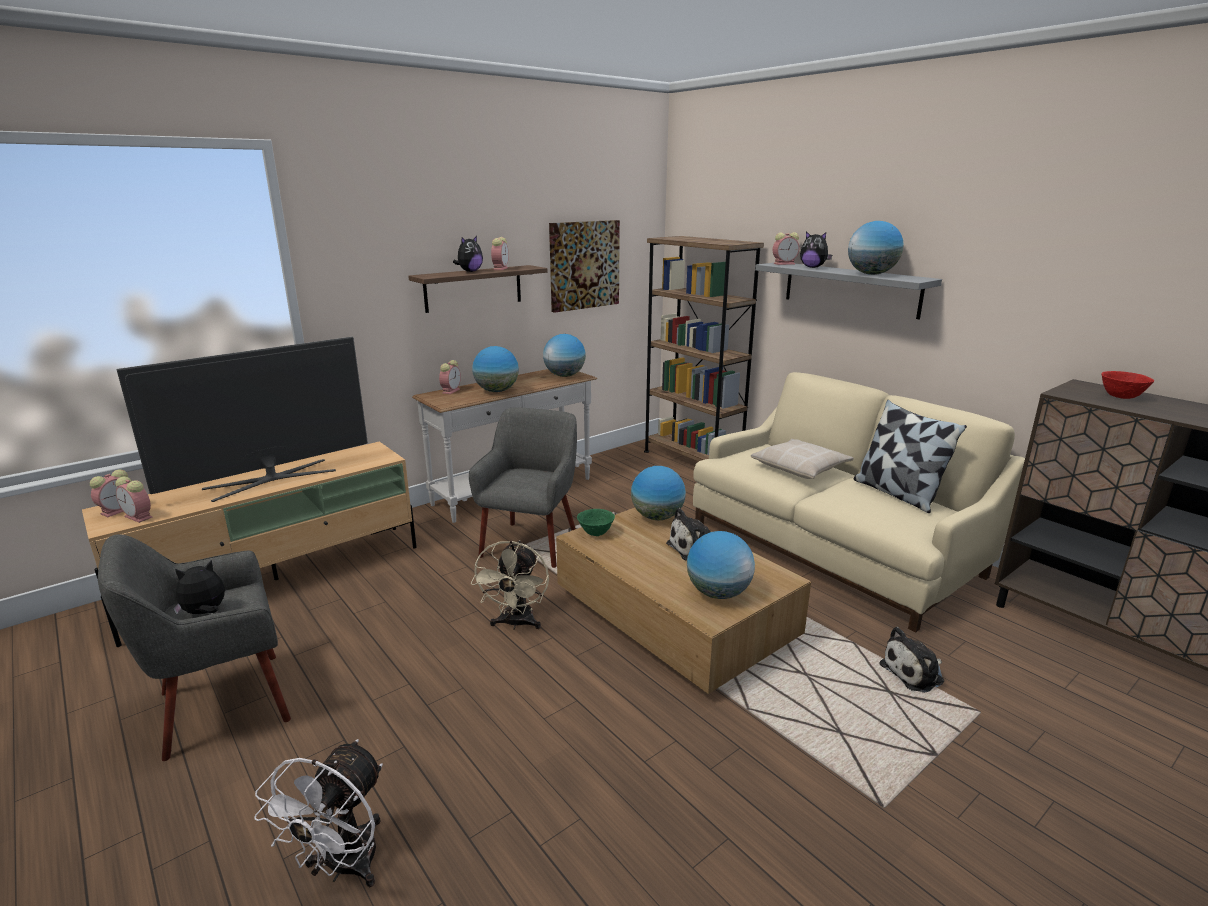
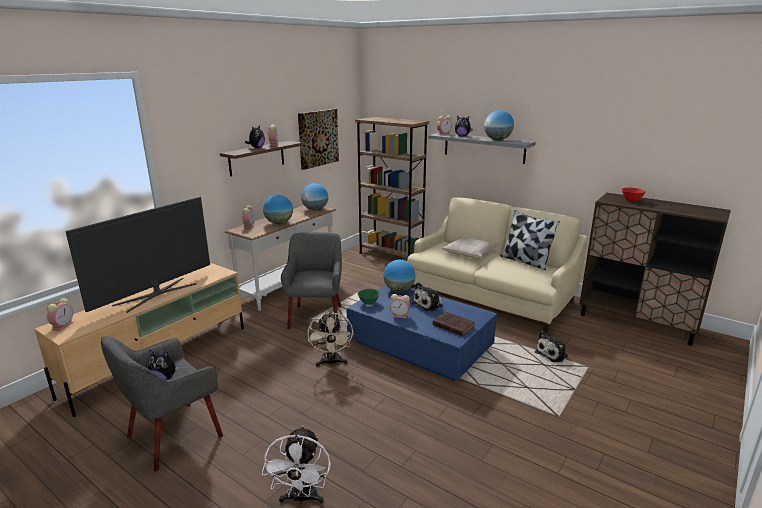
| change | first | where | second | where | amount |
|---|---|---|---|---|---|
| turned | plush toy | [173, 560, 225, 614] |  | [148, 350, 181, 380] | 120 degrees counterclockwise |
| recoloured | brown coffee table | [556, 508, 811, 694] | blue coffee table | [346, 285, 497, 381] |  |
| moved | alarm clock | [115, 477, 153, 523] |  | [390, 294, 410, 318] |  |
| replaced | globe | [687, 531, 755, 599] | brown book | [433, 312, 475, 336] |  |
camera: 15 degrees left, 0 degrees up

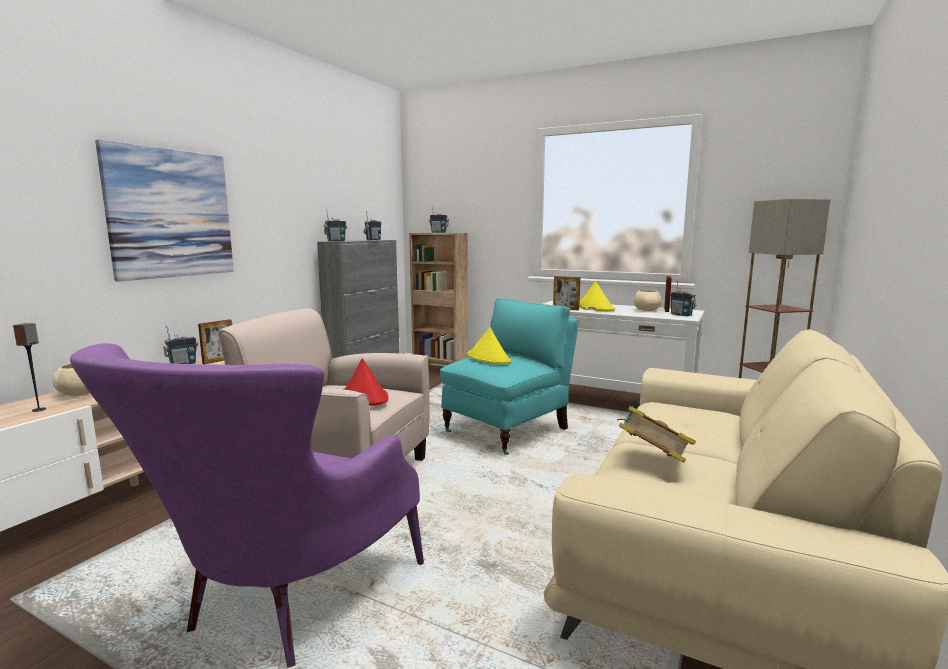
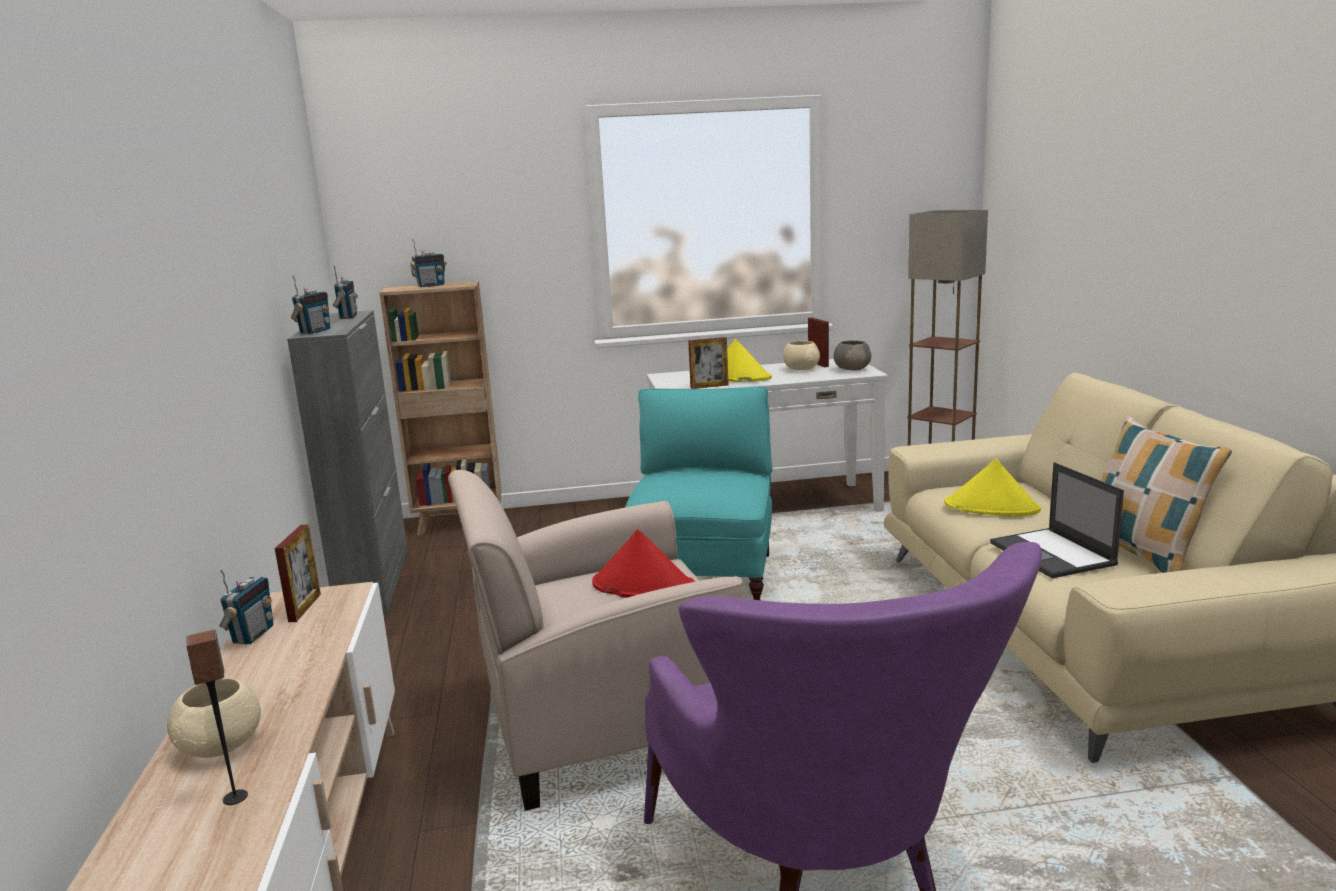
| change | first | where | second | where | amount |
|---|---|---|---|---|---|
| replaced | radio | [670, 281, 697, 316] | grey bowl | [834, 341, 871, 370] |  |
| moved | yellow hat | [467, 327, 511, 365] |  | [944, 459, 1041, 516] |  |
| replaced | book | [617, 406, 696, 462] | laptop | [990, 462, 1124, 578] |  |
| added |  |  | pillow | [1101, 416, 1232, 573] |  |
| removed | picture | [95, 139, 234, 282] |  |  |  |
camera: 35 degrees left, 5 degrees up

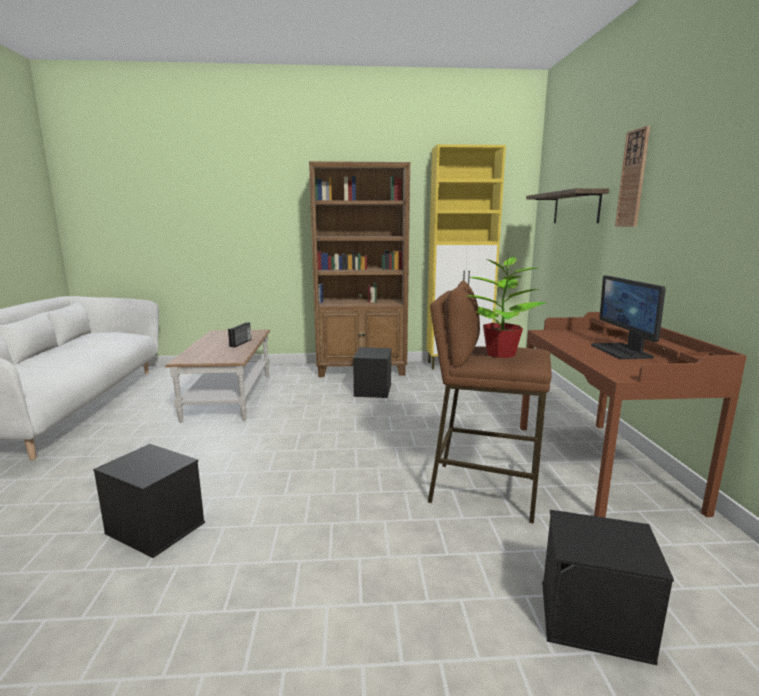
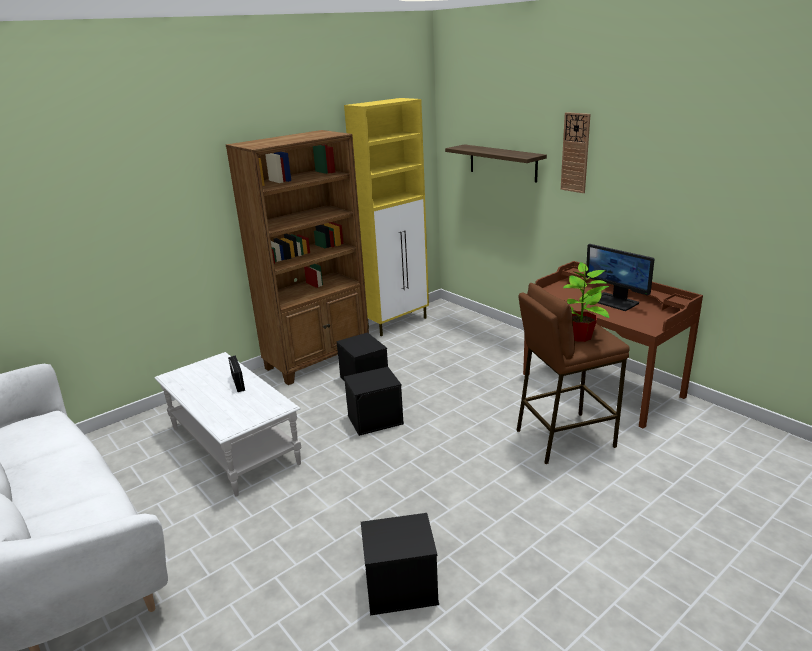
| change | first | where | second | where | amount |
|---|---|---|---|---|---|
| recoloured | brown coffee table | [165, 330, 270, 423] | white coffee table | [155, 352, 301, 496] |  |
| moved | black storage box | [542, 510, 674, 665] |  | [344, 367, 404, 436] |  |
camera: 35 degrees left, 10 degrees up

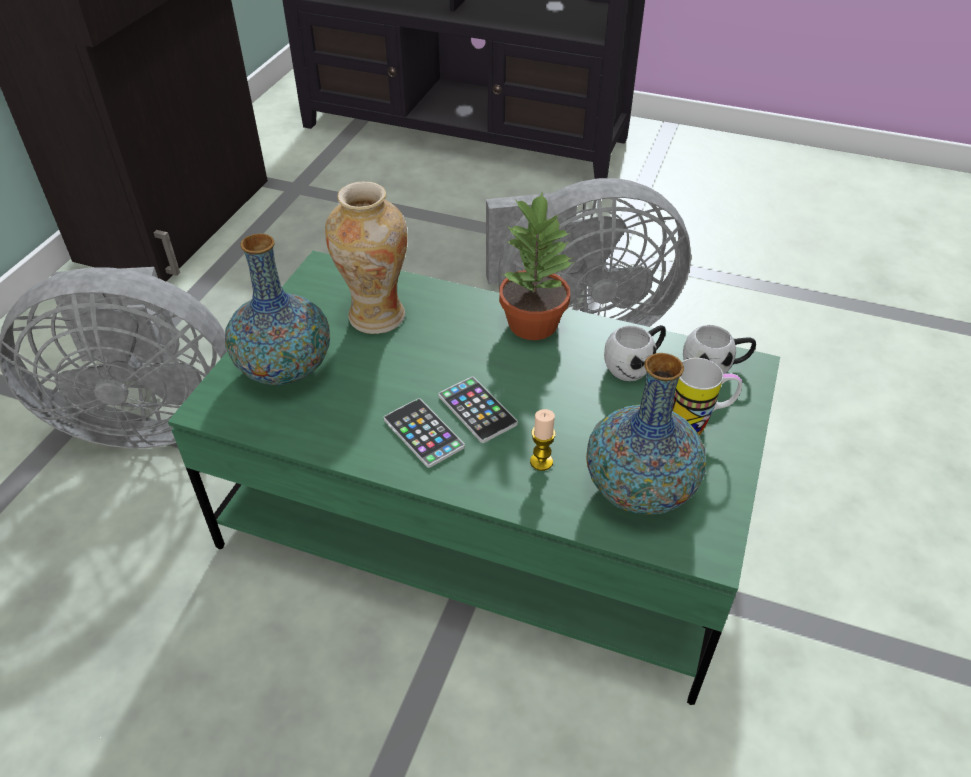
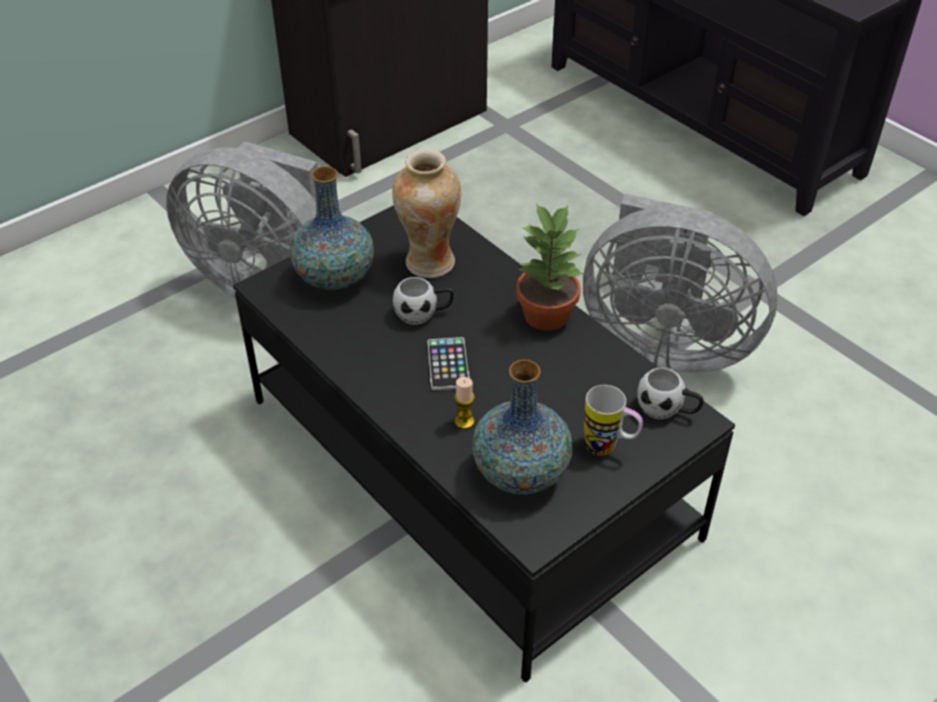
| change | first | where | second | where | amount |
|---|---|---|---|---|---|
| recoloured | green coffee table | [168, 251, 780, 705] | black coffee table | [233, 205, 735, 682] |  |
| moved | white mug | [604, 325, 666, 381] |  | [393, 277, 454, 325] |  |
| removed | phone | [384, 398, 465, 468] |  |  |  |
camera: 30 degrees right, 0 degrees up

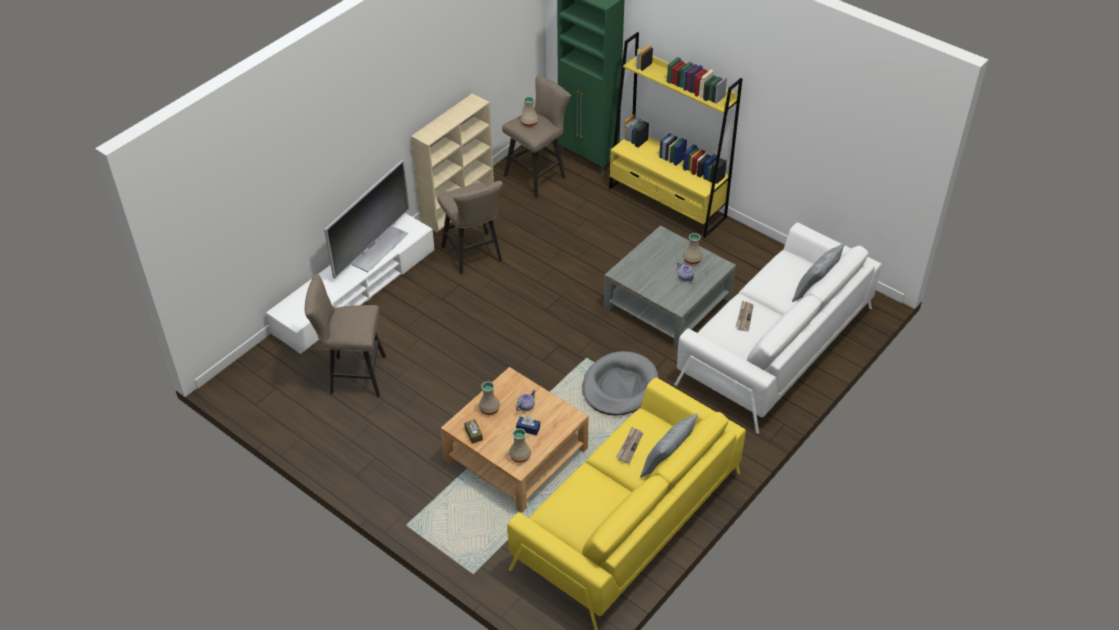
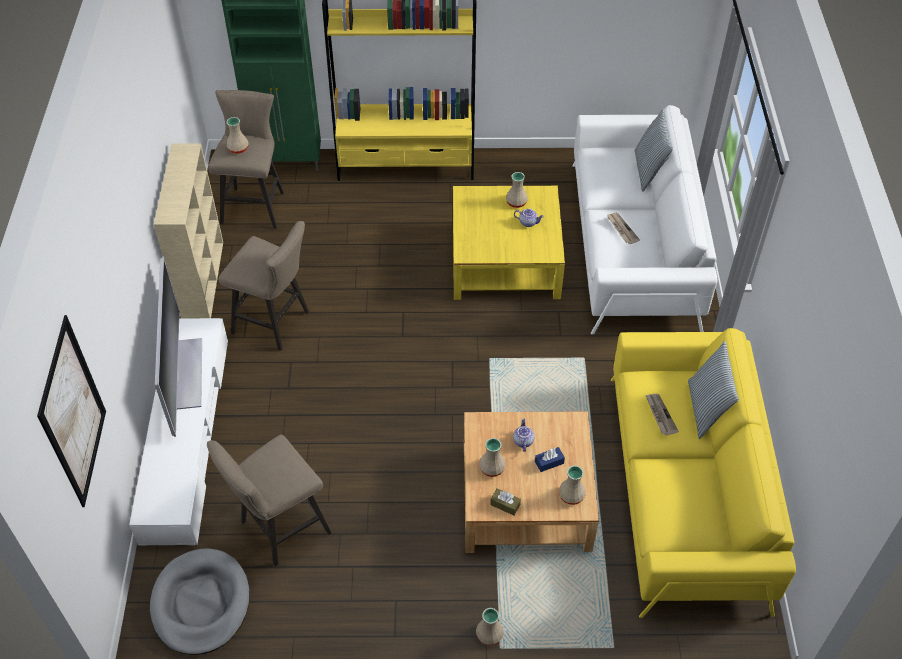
| change | first | where | second | where | amount |
|---|---|---|---|---|---|
| added |  |  | picture | [37, 315, 106, 507] |  |
| moved | grey dog bed | [582, 351, 659, 416] |  | [150, 548, 249, 655] |  |
| recoloured | grey coffee table | [604, 226, 736, 350] | yellow coffee table | [453, 186, 565, 300] |  |
| added |  |  | beige vase | [476, 608, 503, 646] |  |
camera: 40 degrees left, 5 degrees up

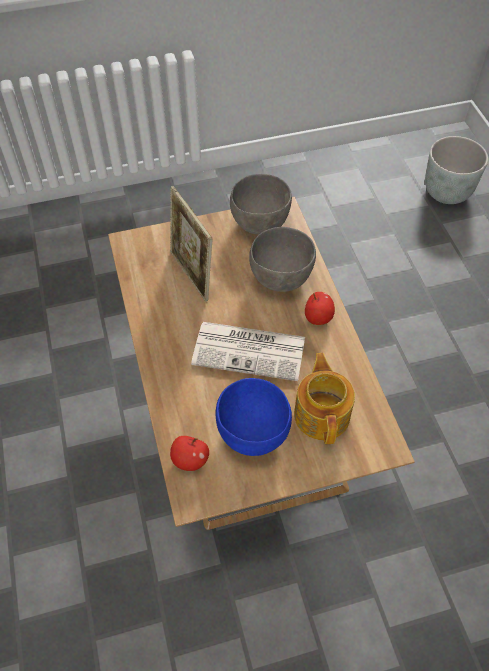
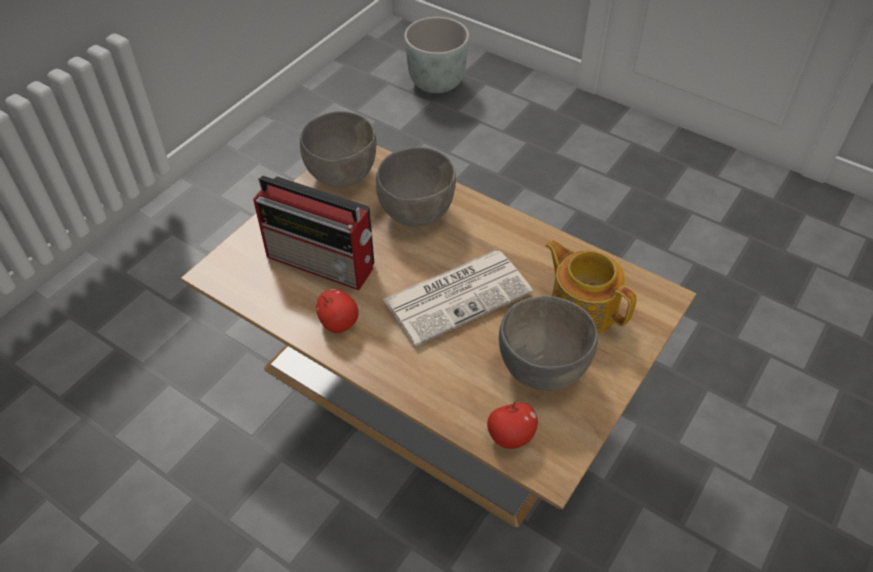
| change | first | where | second | where | amount |
|---|---|---|---|---|---|
| replaced | picture frame | [170, 186, 212, 302] | radio | [253, 175, 374, 290] |  |
| moved | apple | [305, 292, 335, 325] |  | [316, 289, 359, 333] |  |
| recoloured | blue bowl | [215, 378, 292, 456] | grey bowl | [499, 296, 598, 391] |  |
camera: 40 degrees left, 5 degrees down

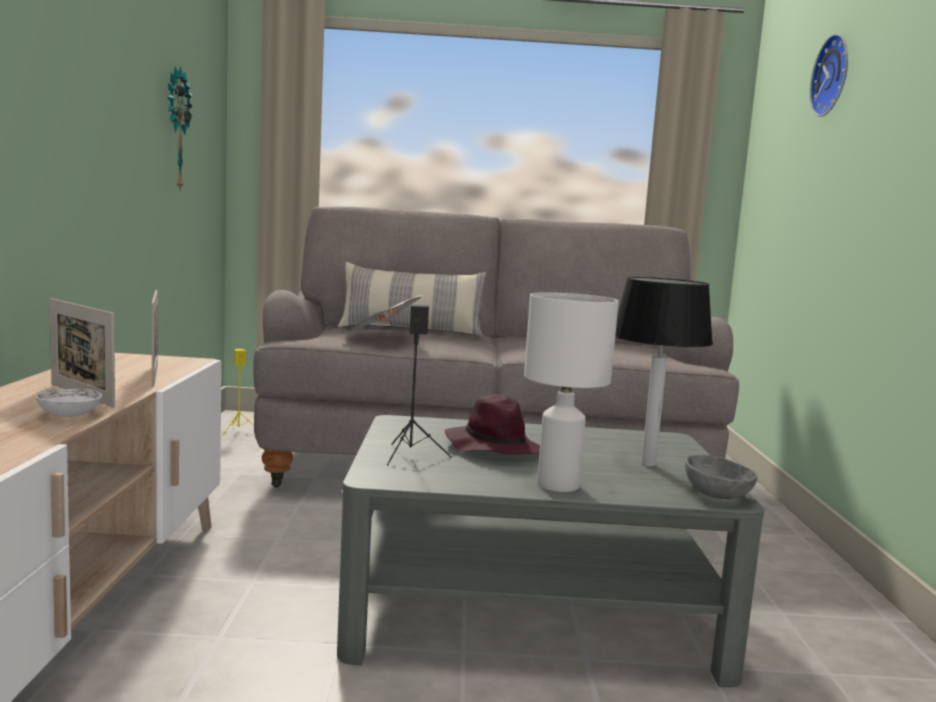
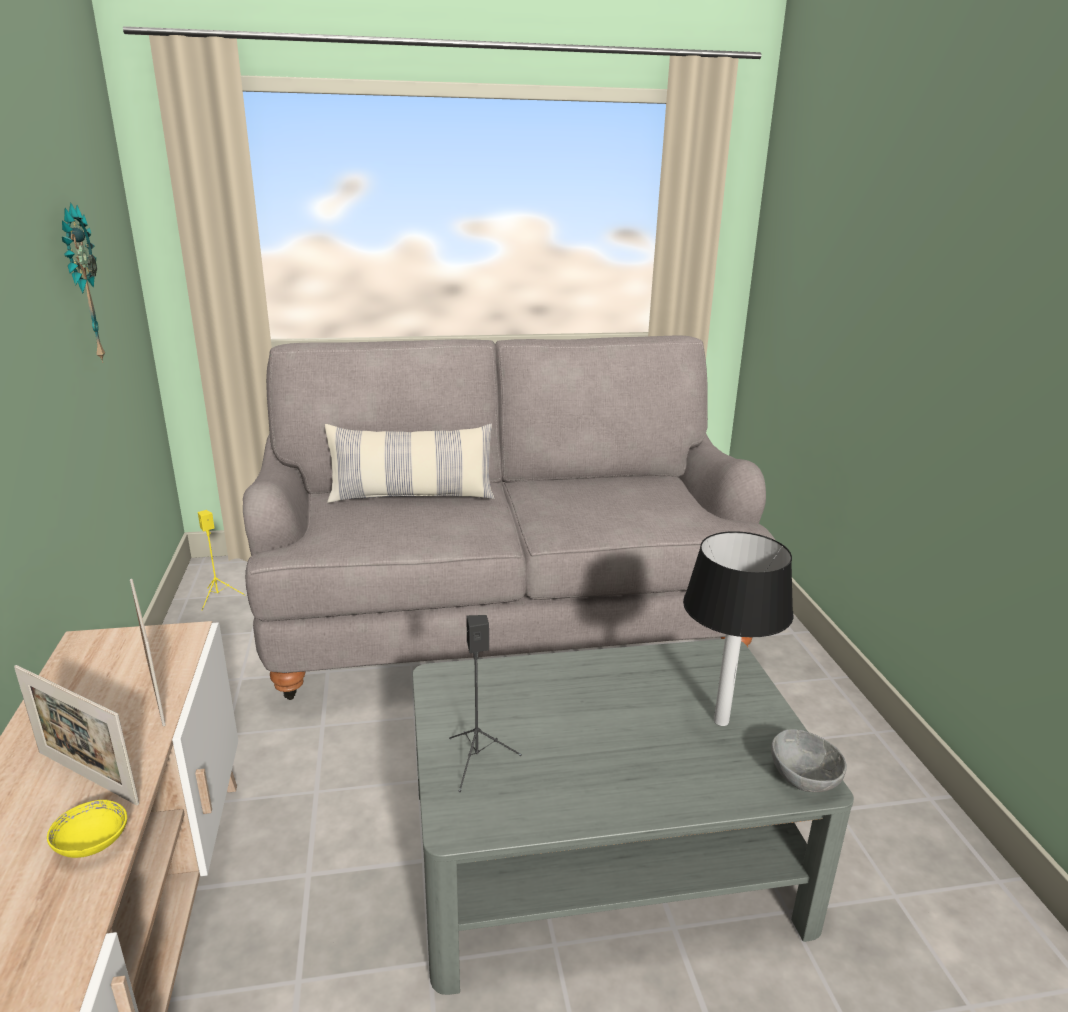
| change | first | where | second | where | amount |
|---|---|---|---|---|---|
| recoloured | white bowl | [36, 389, 102, 417] | yellow bowl | [47, 799, 127, 858] |  |
| removed | newspaper | [342, 294, 423, 334] |  |  |  |
| removed | purple hat | [445, 394, 540, 454] |  |  |  |
| removed | white table lamp | [524, 292, 619, 492] |  |  |  |
| removed | wall clock | [810, 34, 848, 117] |  |  |  |
camera: 10 degrees left, 15 degrees up

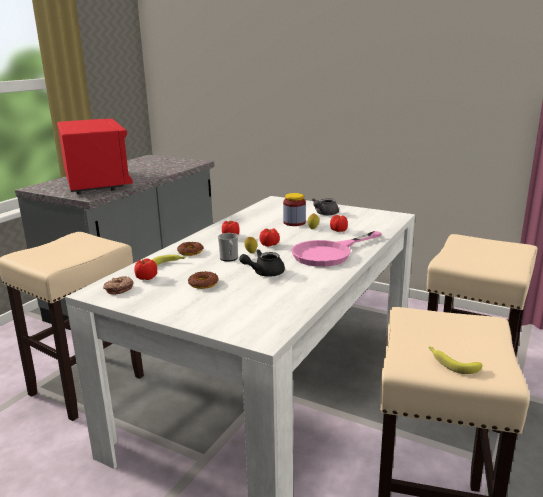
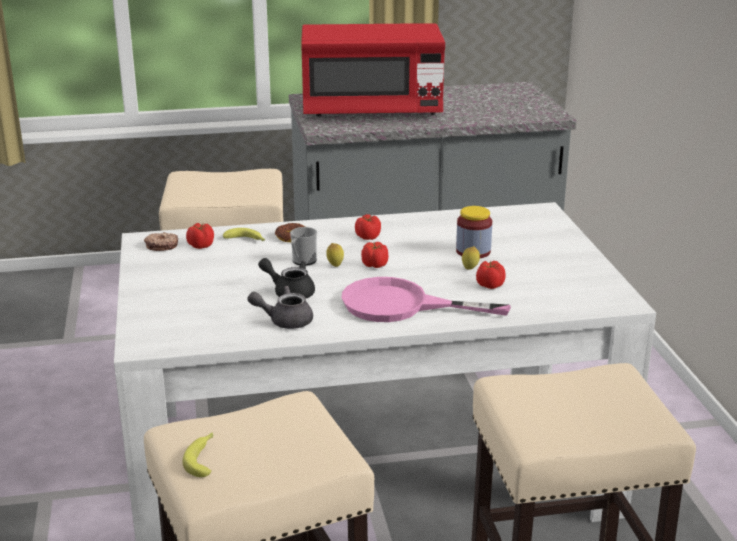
| change | first | where | second | where | amount |
|---|---|---|---|---|---|
| moved | grey teapot | [312, 198, 339, 215] |  | [247, 286, 313, 329] |  |
| turned | red microwave | [57, 119, 133, 194] |  | [301, 24, 445, 117] | 60 degrees clockwise |
| removed | donut | [188, 271, 218, 289] |  |  |  |
camera: 50 degrees right, 5 degrees up

